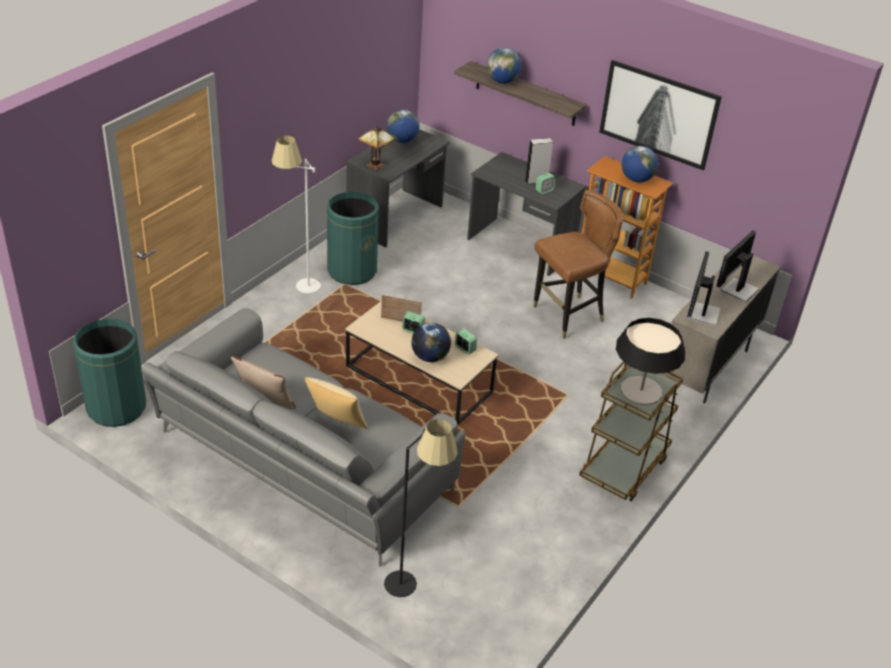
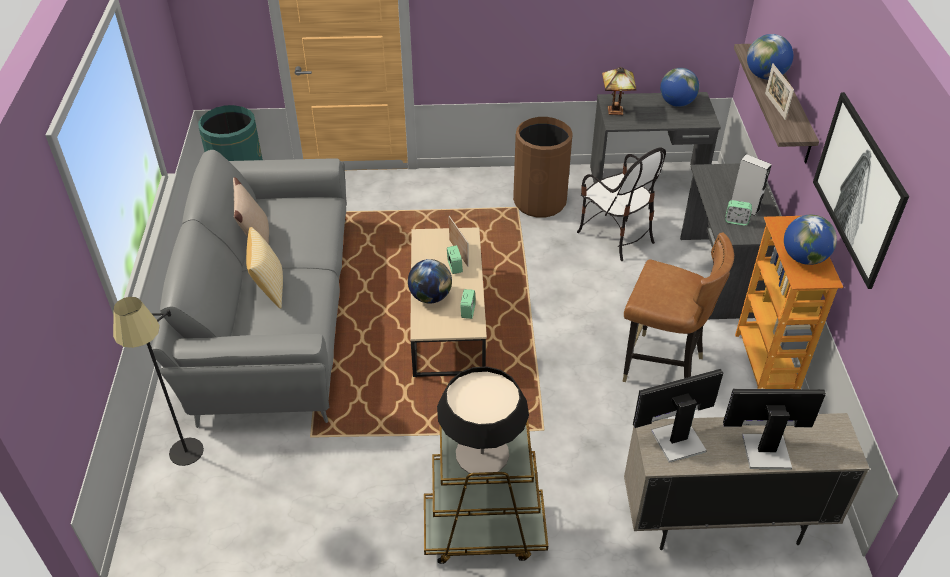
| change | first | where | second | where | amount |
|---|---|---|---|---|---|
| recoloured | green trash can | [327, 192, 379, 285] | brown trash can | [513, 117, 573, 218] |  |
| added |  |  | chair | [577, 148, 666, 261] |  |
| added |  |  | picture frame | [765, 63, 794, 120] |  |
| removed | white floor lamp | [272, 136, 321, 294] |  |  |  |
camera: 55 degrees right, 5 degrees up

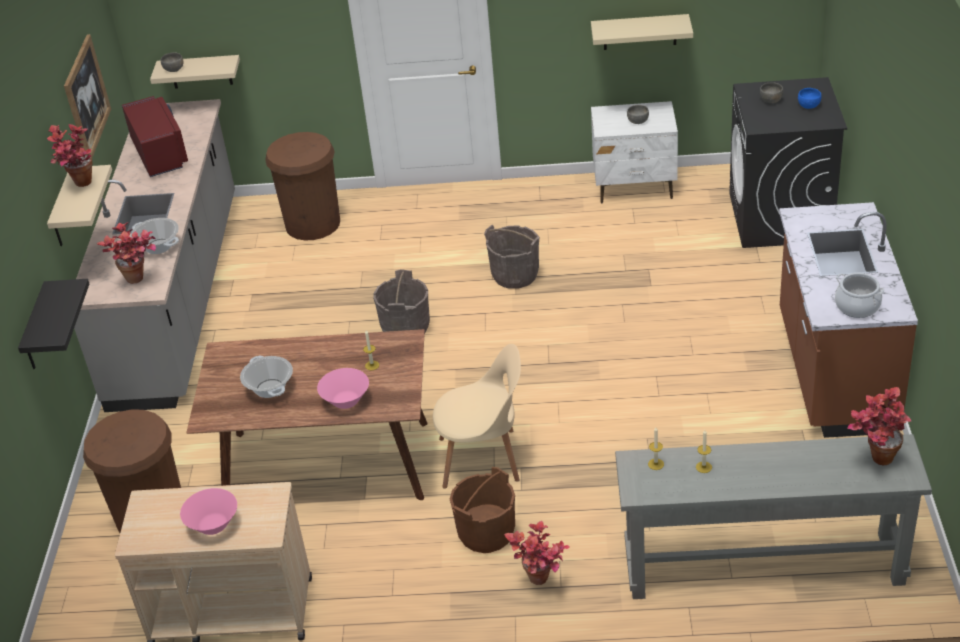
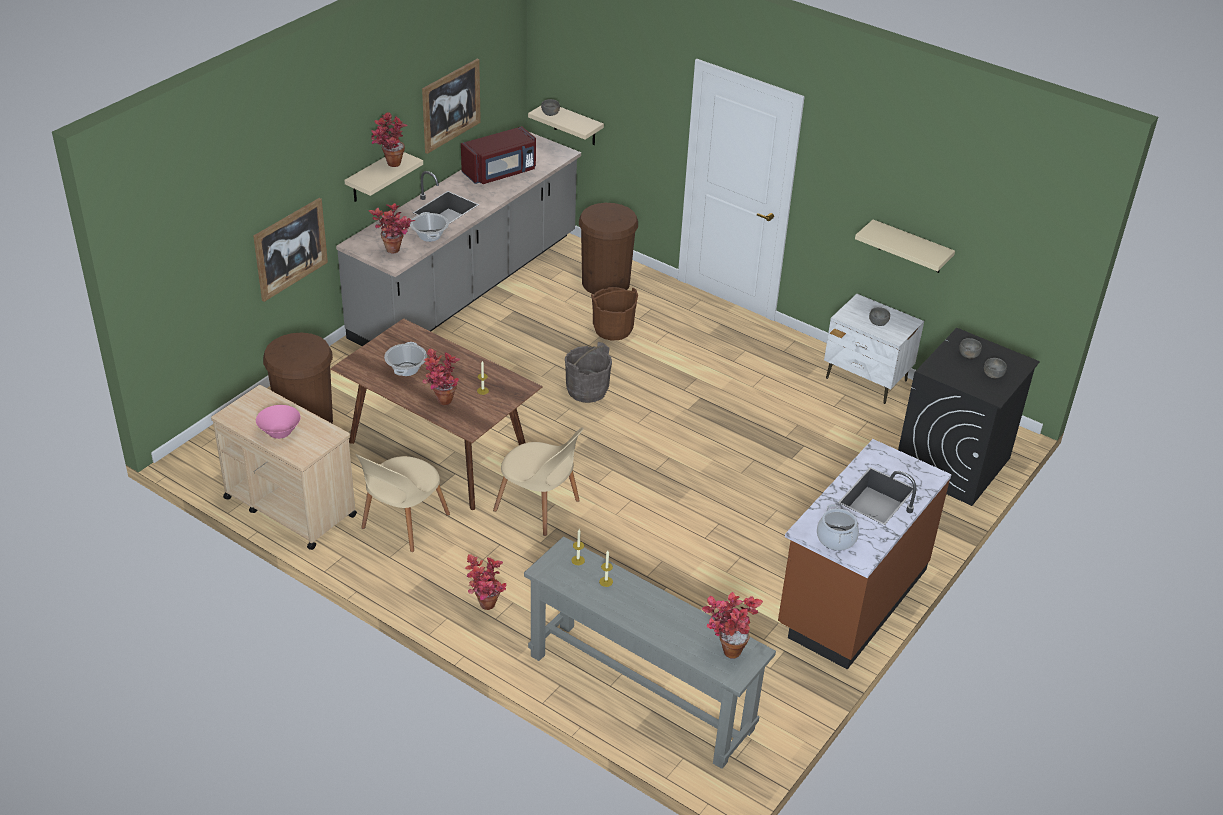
| change | first | where | second | where | amount |
|---|---|---|---|---|---|
| replaced | black shelf | [18, 279, 89, 369] | picture | [253, 198, 328, 302] |  |
| added |  |  | beige chair | [355, 454, 450, 552] |  |
| replaced | pink bowl | [317, 368, 369, 409] | potted plant | [423, 348, 460, 405] |  |
| turned | red microwave | [122, 96, 188, 177] |  | [461, 126, 536, 184] | 45 degrees clockwise |
| moved | brown bucket | [450, 467, 515, 553] |  | [591, 287, 638, 340] |  |
| recoloured | blue bowl | [798, 88, 822, 109] | grey bowl | [984, 358, 1007, 378] |  |
| removed | grey bucket | [484, 225, 540, 289] |  |  |  |
camera: 30 degrees right, 0 degrees up

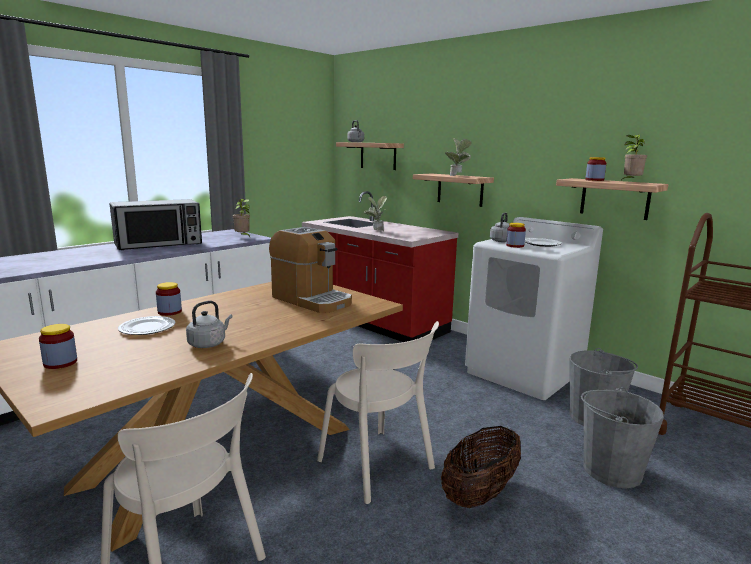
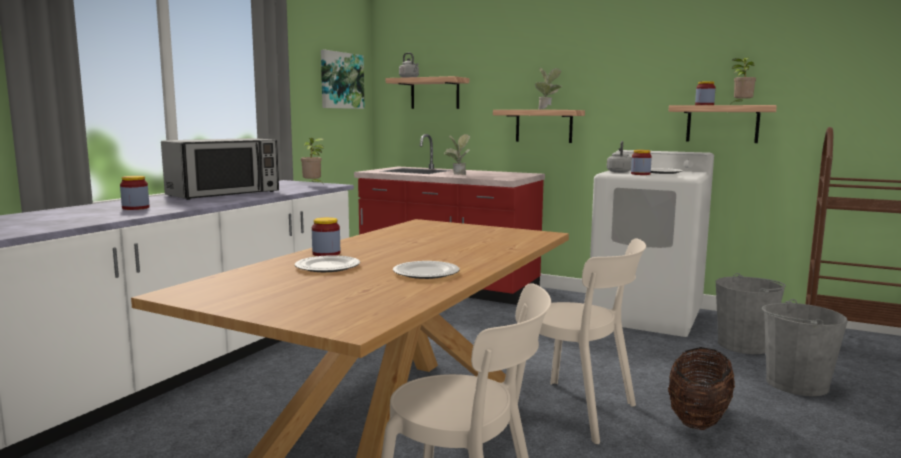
| change | first | where | second | where | amount |
|---|---|---|---|---|---|
| moved | jar | [39, 324, 77, 369] |  | [120, 176, 149, 210] |  |
| added |  |  | picture | [321, 50, 364, 109] |  |
| replaced | grey kettle | [186, 301, 232, 348] | plate | [393, 261, 459, 279] |  |
| removed | coffee machine | [269, 227, 352, 313] |  |  |  |
camera: 15 degrees left, 5 degrees down

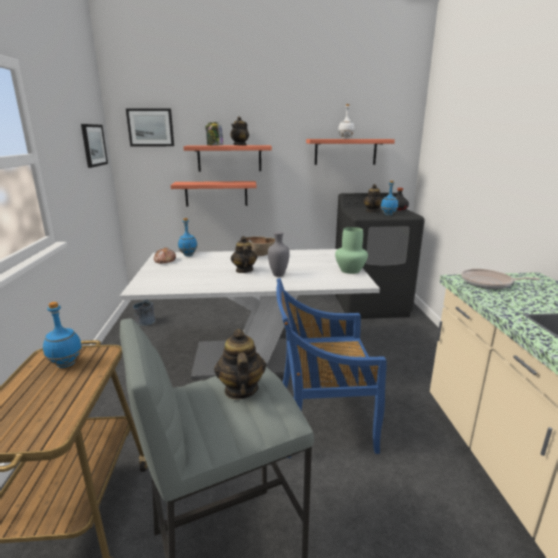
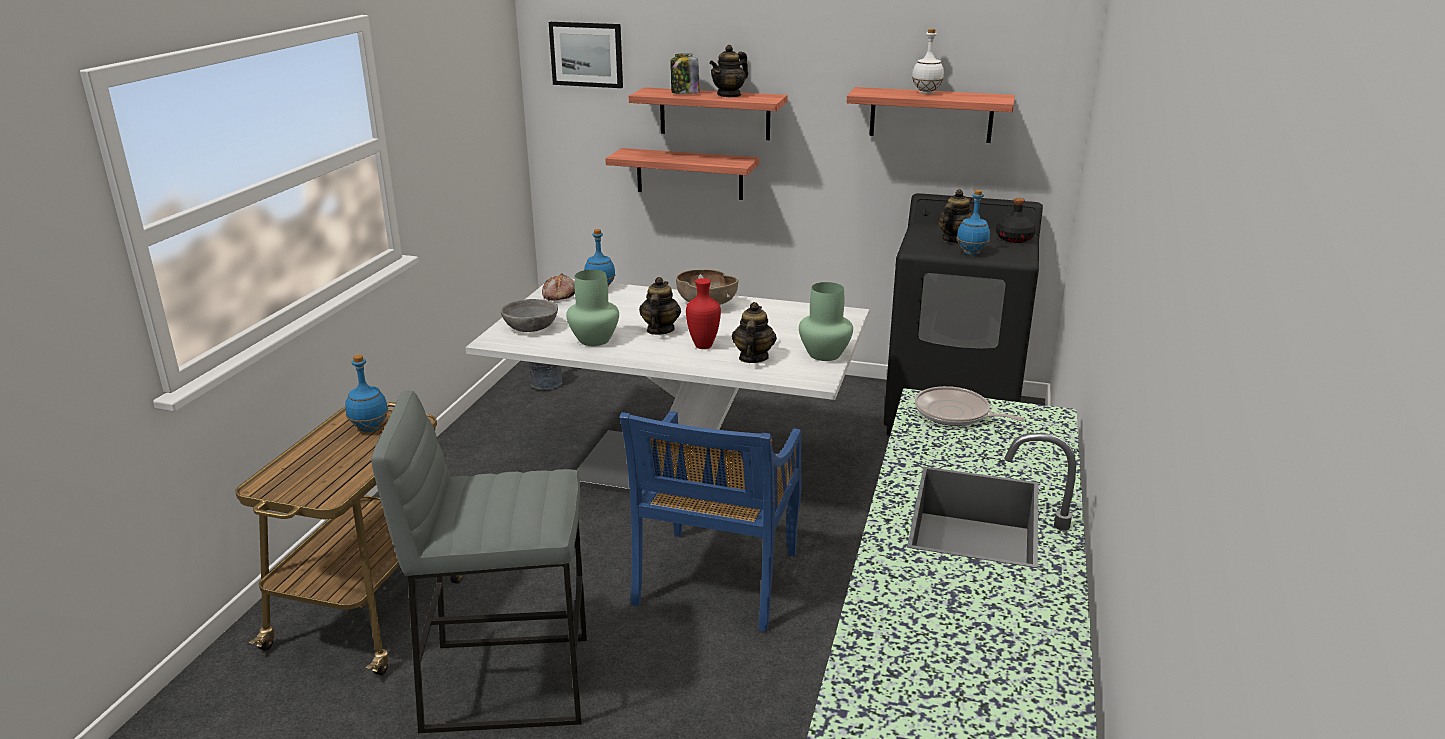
| change | first | where | second | where | amount |
|---|---|---|---|---|---|
| added |  |  | grey bowl | [501, 299, 558, 332] |  |
| added |  |  | green vase | [566, 270, 619, 346] |  |
| turned | blue chair | [276, 278, 386, 458] |  | [620, 411, 802, 631] | 90 degrees counterclockwise |
| recoloured | grey vase | [268, 232, 290, 277] | red vase | [686, 278, 721, 349] |  |
| moved | teapot | [214, 329, 266, 399] |  | [732, 302, 777, 363] |  |
| removed | picture | [81, 124, 108, 168] |  |  |  |
camera: 20 degrees right, 5 degrees up

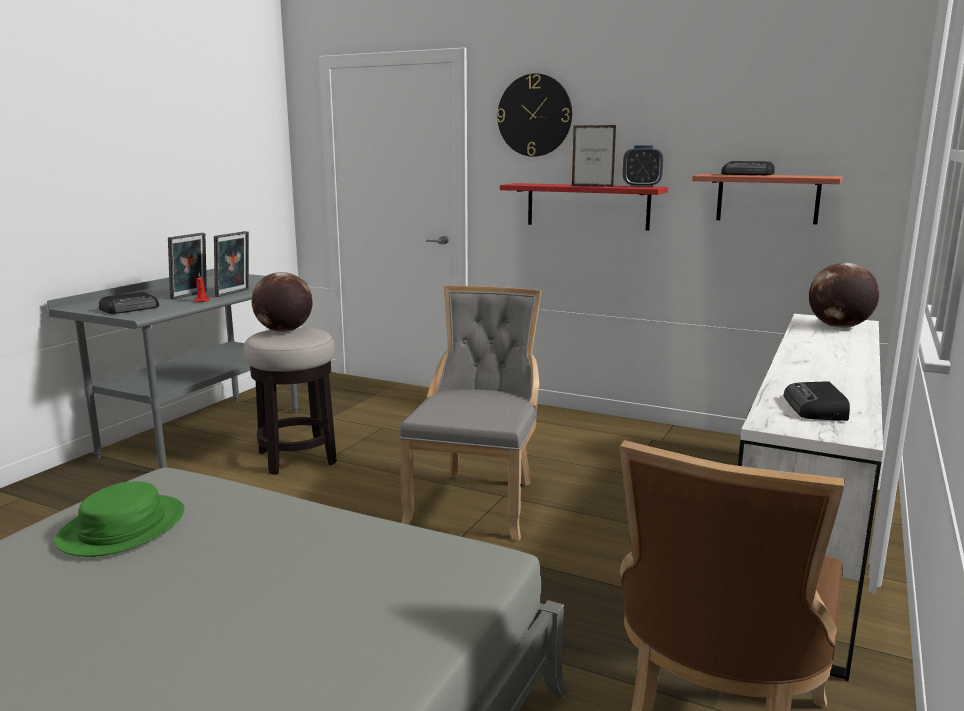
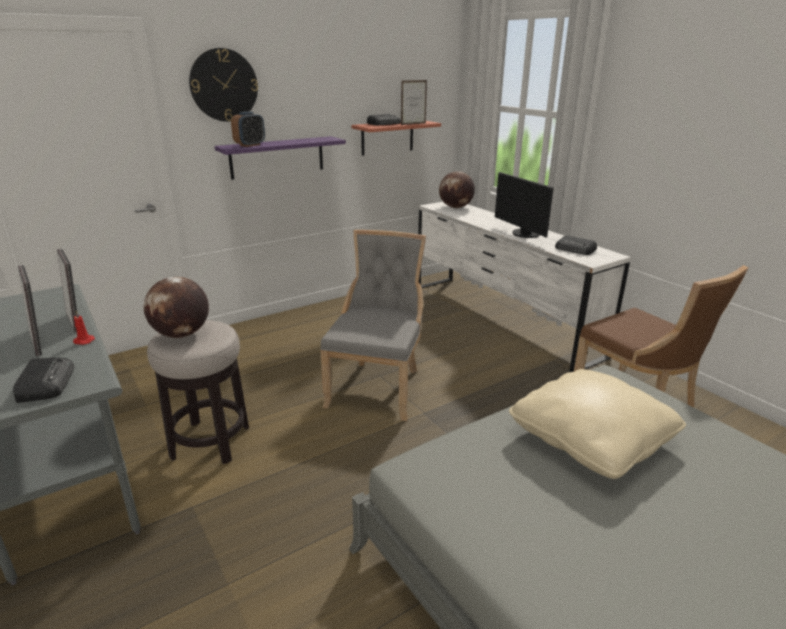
| change | first | where | second | where | amount |
|---|---|---|---|---|---|
| recoloured | red shelf | [500, 183, 668, 231] | purple shelf | [214, 136, 346, 180] |  |
| moved | alarm clock | [622, 145, 663, 188] |  | [231, 112, 265, 147] |  |
| turned | grey chair | [399, 286, 541, 541] |  | [320, 230, 426, 421] | 60 degrees clockwise |
| moved | picture frame | [572, 125, 616, 187] |  | [401, 80, 427, 125] |  |
| added |  |  | monitor | [495, 172, 554, 238] |  |
| added |  |  | beige pillow | [509, 369, 686, 479] |  |
| removed | green hat | [54, 481, 185, 557] |  |  |  |
camera: 60 degrees left, 10 degrees up

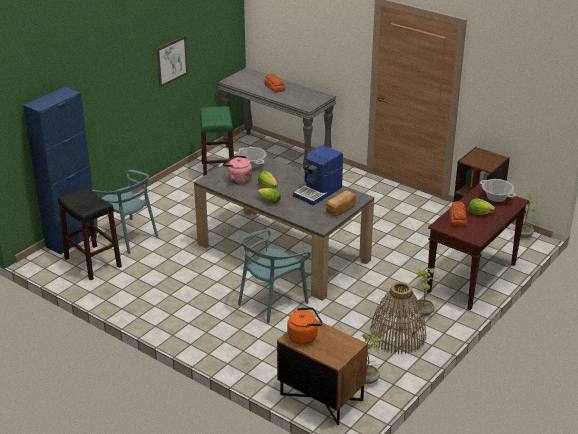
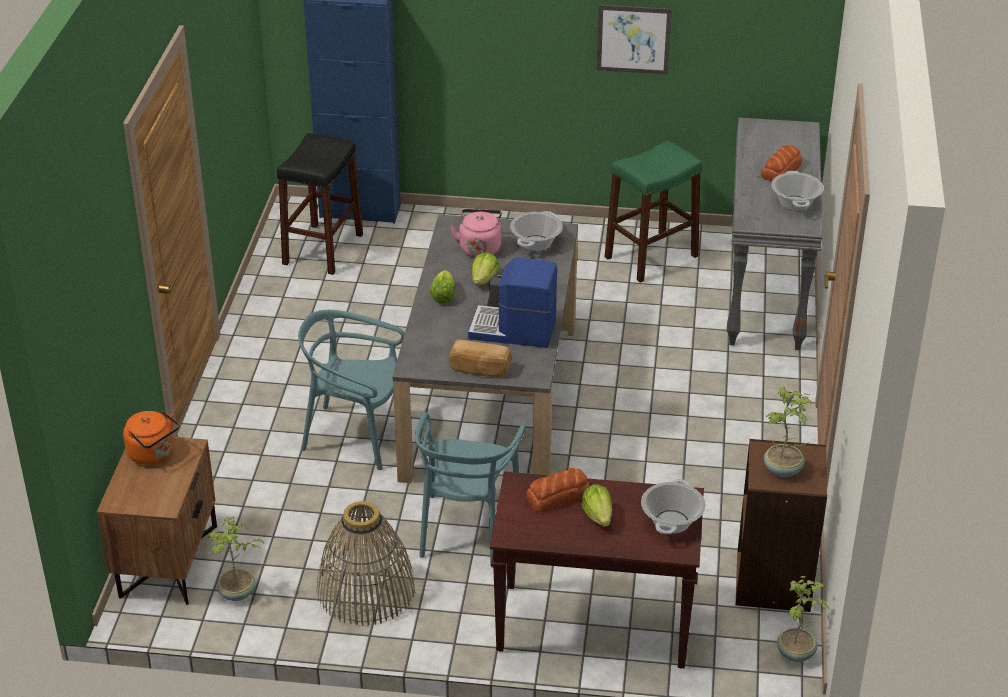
| change | first | where | second | where | amount |
|---|---|---|---|---|---|
| moved | turquoise chair | [91, 170, 158, 254] |  | [415, 412, 526, 568] |  |
| moved | potted plant | [413, 268, 440, 316] |  | [764, 387, 812, 477] |  |
| added |  |  | cooking pot | [771, 171, 824, 211] |  |
camera: 60 degrees right, 5 degrees up

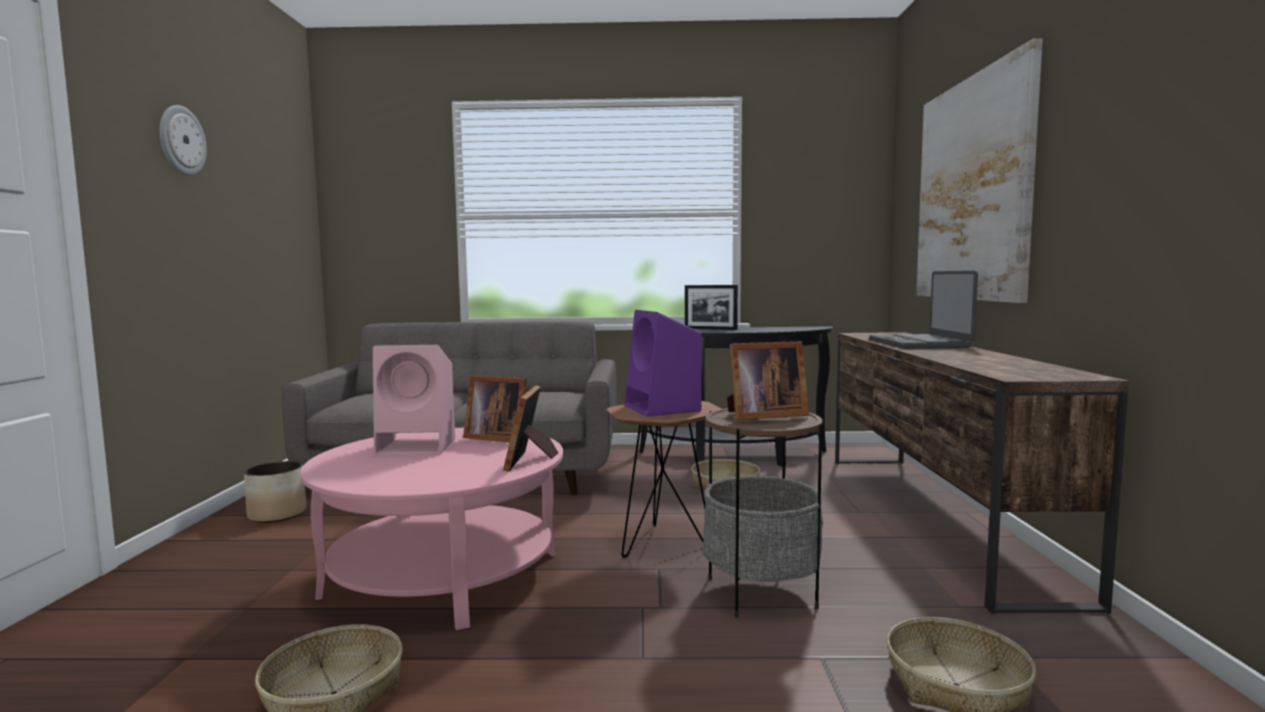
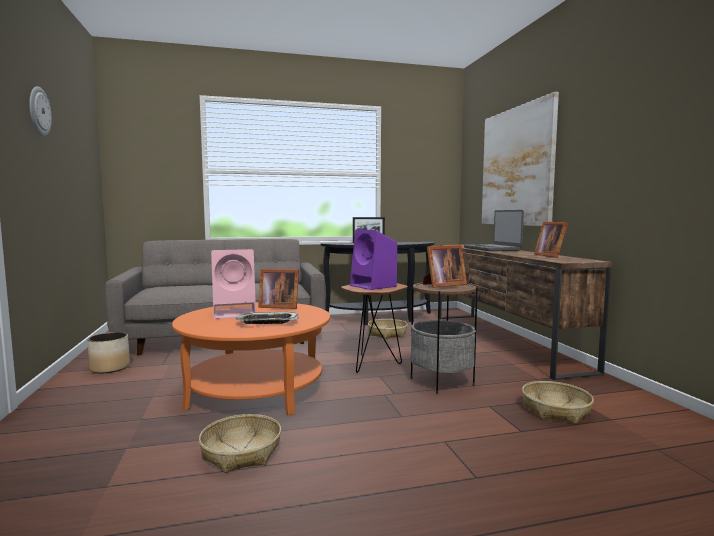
| change | first | where | second | where | amount |
|---|---|---|---|---|---|
| recoloured | pink coffee table | [300, 428, 563, 630] | orange coffee table | [172, 302, 330, 416] |  |
| added |  |  | tray | [235, 312, 299, 324] |  |
| moved | picture frame | [503, 385, 558, 472] |  | [534, 222, 568, 258] |  |
camera: 15 degrees left, 0 degrees up

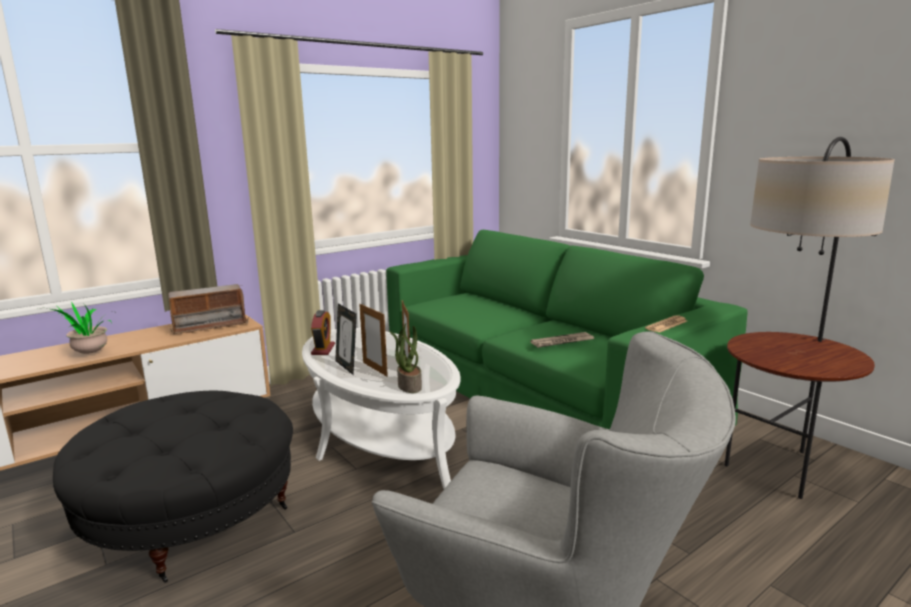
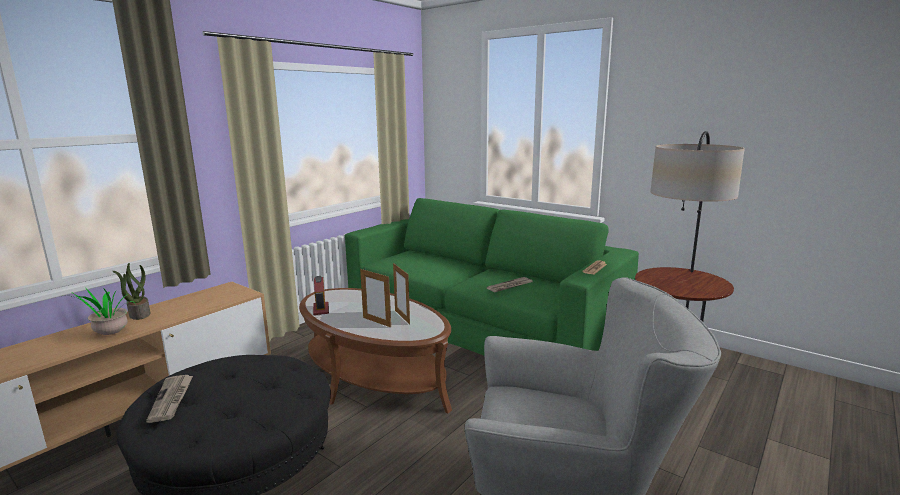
| change | first | where | second | where | amount |
|---|---|---|---|---|---|
| moved | potted plant | [390, 323, 422, 393] |  | [113, 263, 150, 320] |  |
| added |  |  | newspaper | [146, 375, 193, 423] |  |
| recoloured | white coffee table | [302, 328, 461, 489] | brown coffee table | [299, 288, 452, 413] |  |
| removed | radio | [168, 284, 249, 334] |  |  |  |
| removed | picture frame | [335, 303, 357, 375] |  |  |  |
camera: 15 degrees left, 0 degrees up

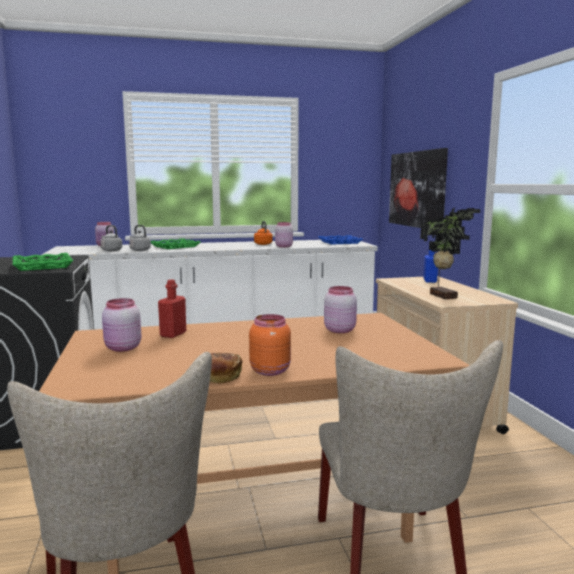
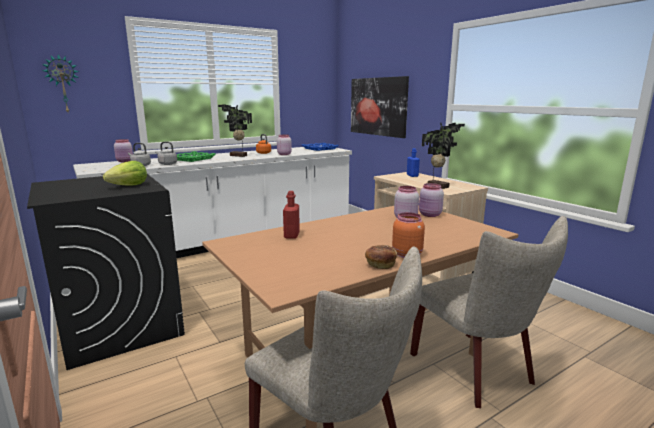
| change | first | where | second | where | amount |
|---|---|---|---|---|---|
| added |  |  | wall clock | [42, 54, 79, 112] |  |
| replaced | green tray | [12, 253, 73, 271] | lettuce | [103, 161, 147, 186] |  |
| added |  |  | potted plant | [218, 105, 252, 157] |  |
| moved | pink jar | [102, 298, 141, 352] |  | [419, 183, 444, 217] |  |
camera: 20 degrees left, 5 degrees up

